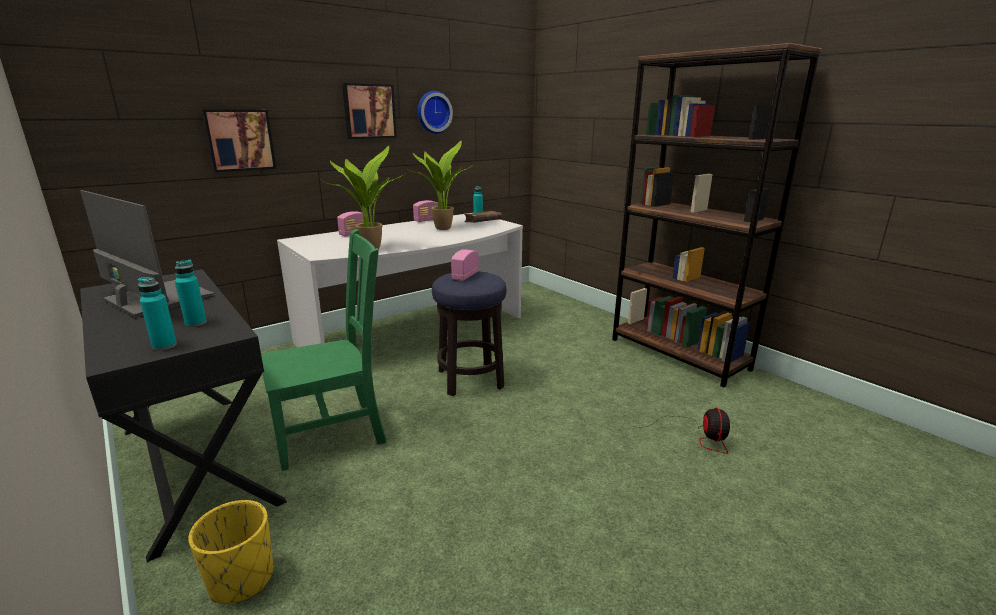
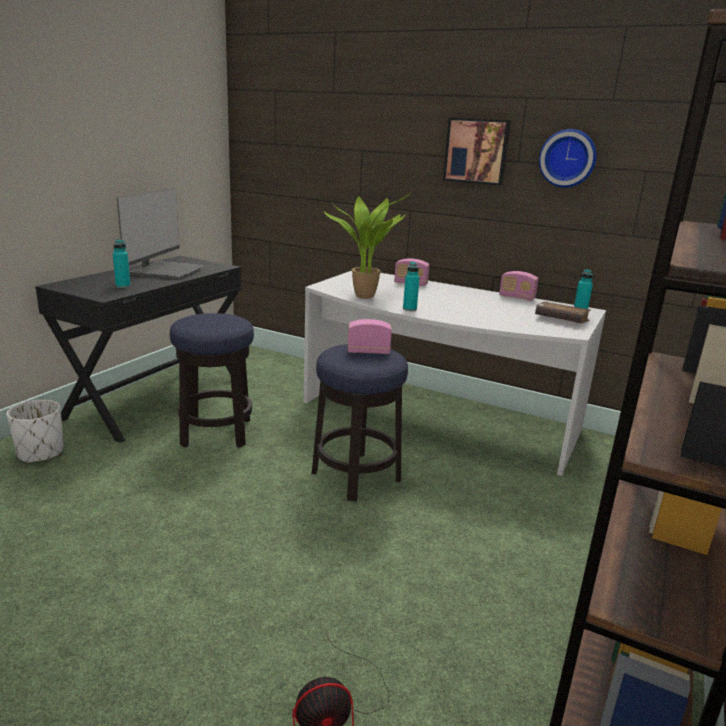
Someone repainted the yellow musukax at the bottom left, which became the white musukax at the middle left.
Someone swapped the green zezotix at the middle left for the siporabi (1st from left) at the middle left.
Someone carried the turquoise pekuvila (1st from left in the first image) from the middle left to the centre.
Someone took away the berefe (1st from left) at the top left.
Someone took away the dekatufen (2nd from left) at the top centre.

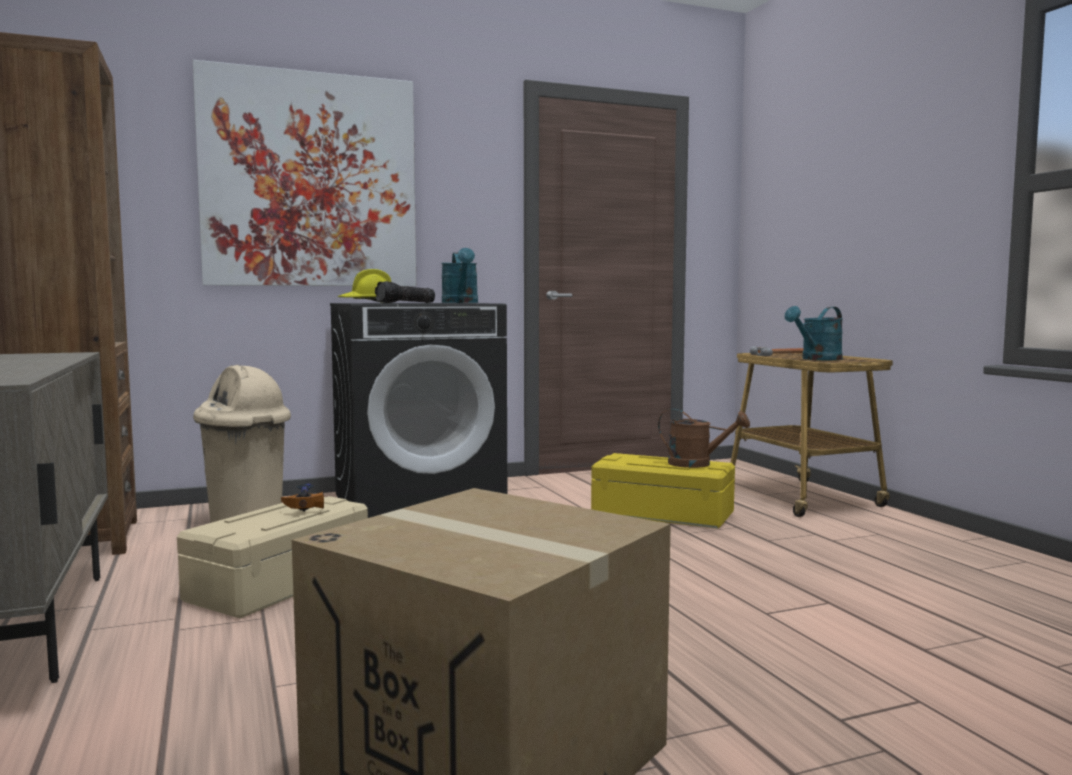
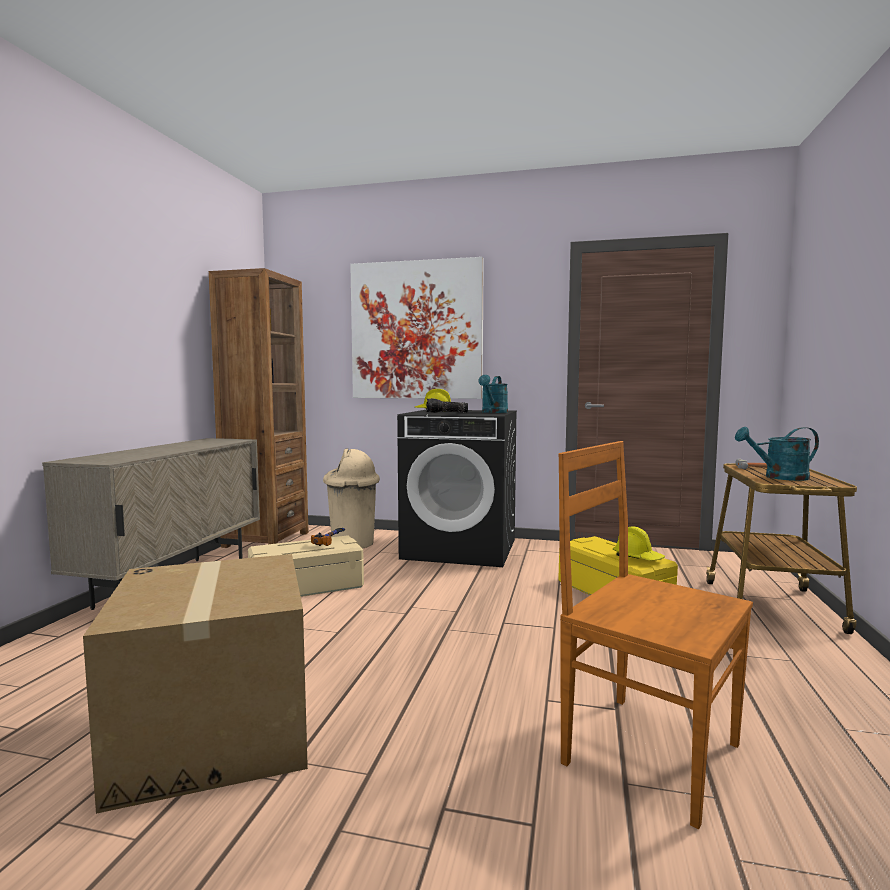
Someone put down the brown zezotix at the bottom right.
Someone swapped the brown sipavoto at the centre for the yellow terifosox (2nd from left) at the middle right.

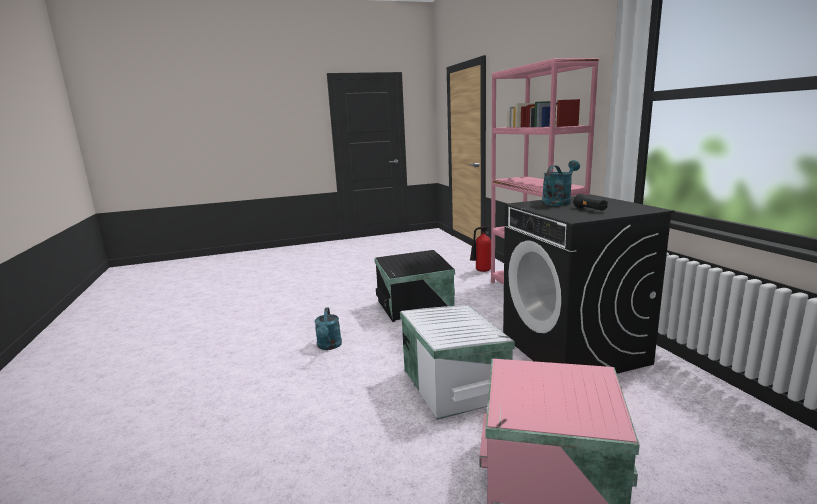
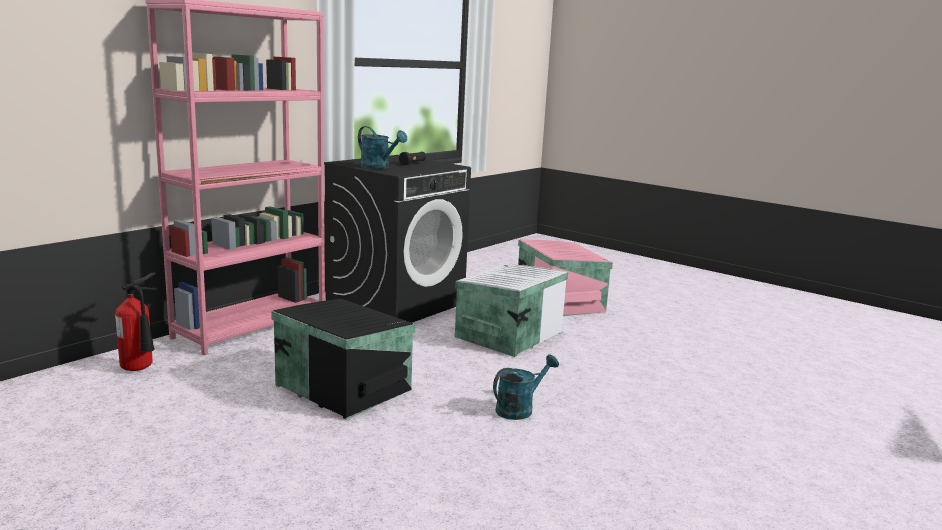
Someone rotated the turquoise sipavoto (2nd from left in the first image) at the middle right by 150 degrees counterclockwise.

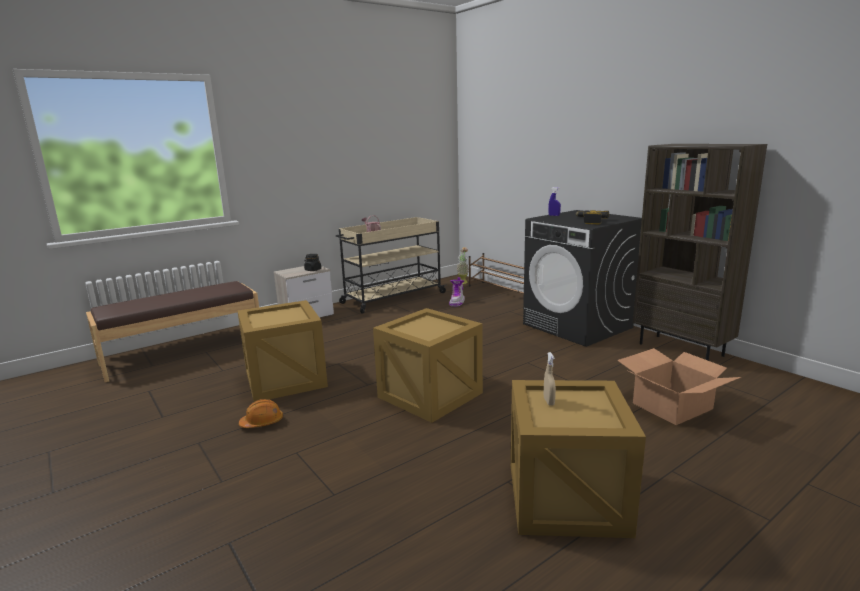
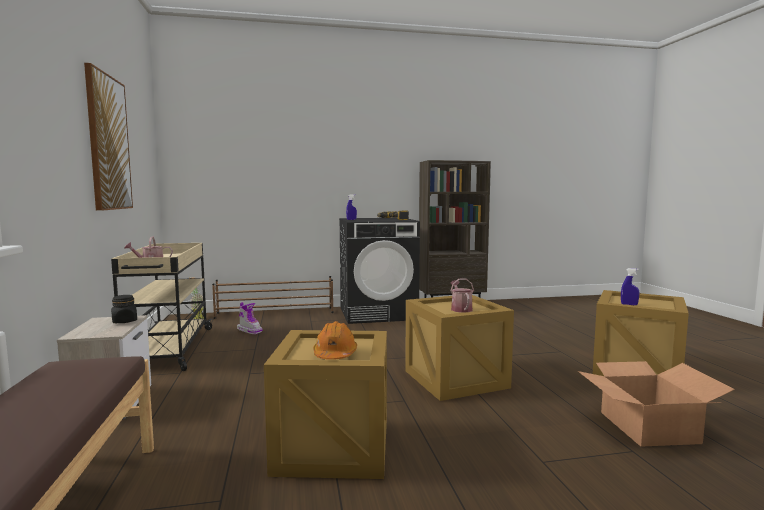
Someone put up the berefe at the top left.
Someone carried the orange terifosox from the bottom left to the bottom centre.
Someone put down the sipavoto (2nd from left) at the centre.
Someone carried the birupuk from the middle right to the bottom right.
Someone repainted the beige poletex at the centre, which became the blue poletex (2nd from left) at the middle right.

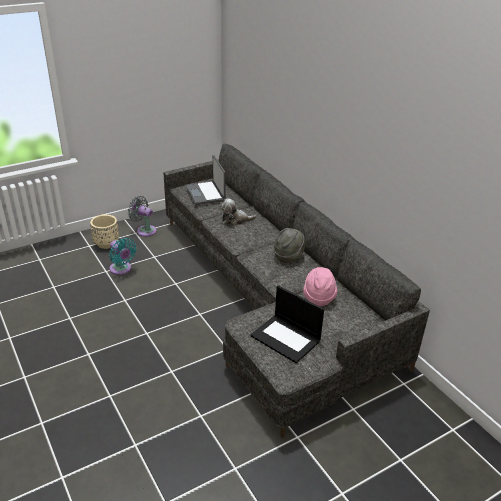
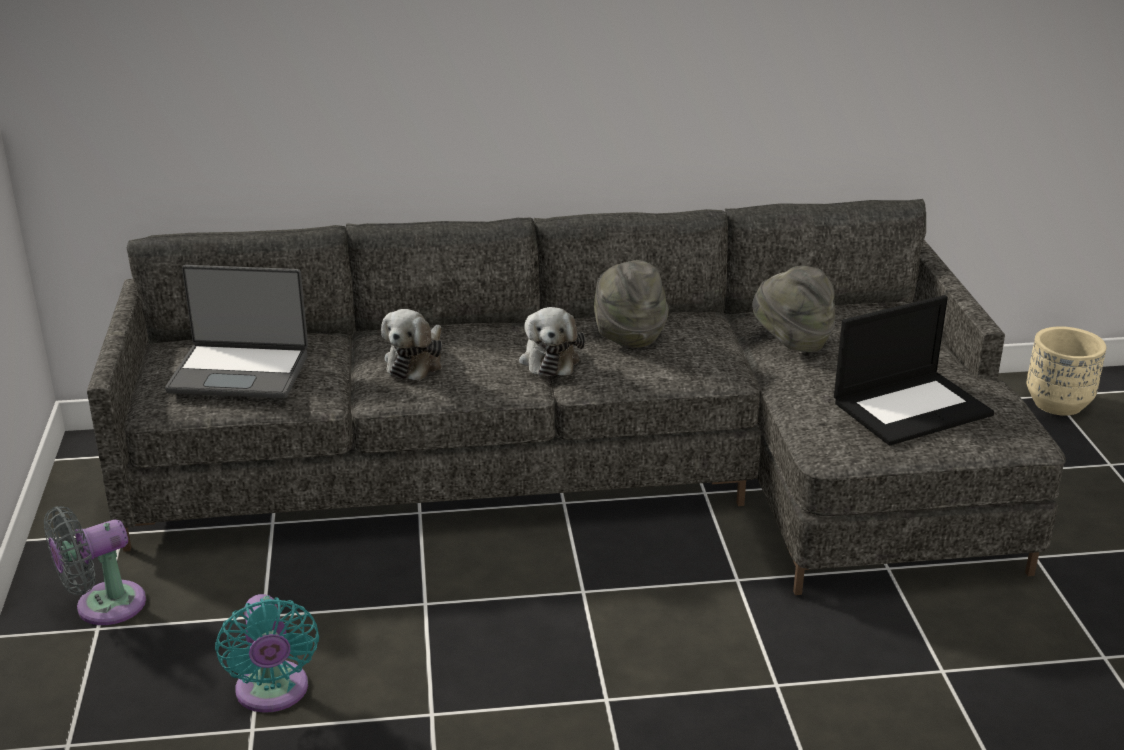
Someone rotated the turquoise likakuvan at the middle left by 90 degrees clockwise.
Someone put down the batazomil (2nd from left) at the centre.
Someone repainted the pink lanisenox at the centre, which became the grey lanisenox (2nd from left) at the middle right.
Someone carried the beige musukax from the middle left to the middle right.

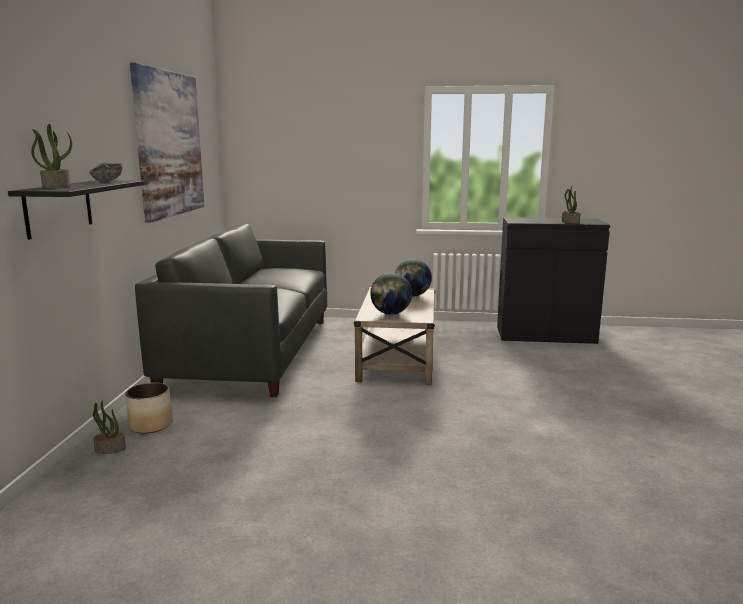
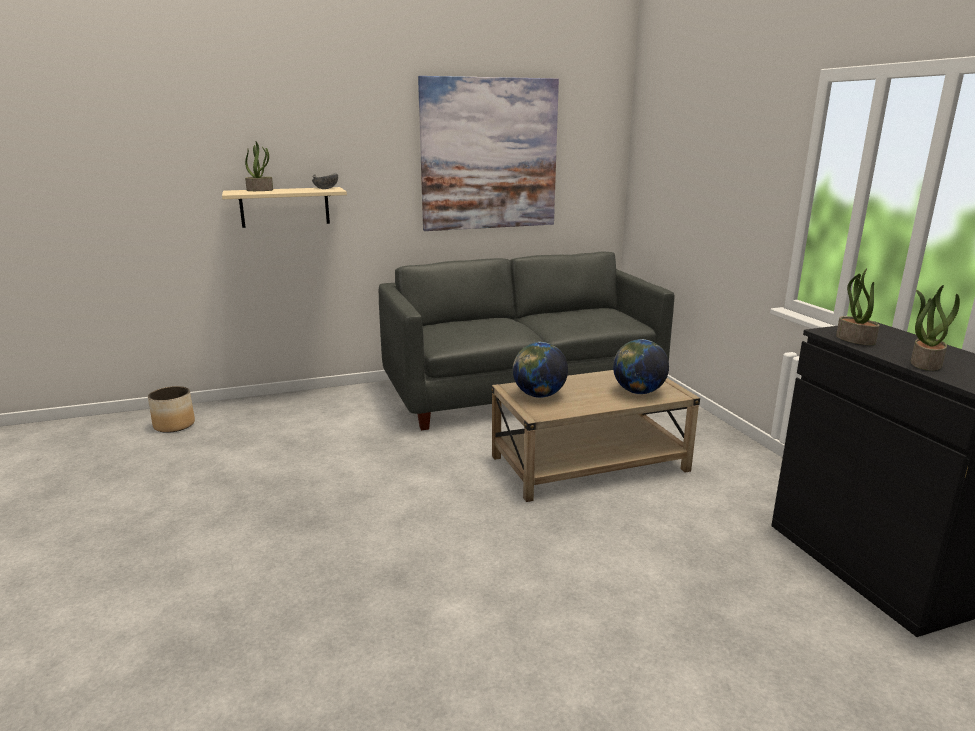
Someone carried the musukax from the bottom left to the middle left.
Someone repainted the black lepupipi at the middle left, which became the beige lepupipi at the top left.
Someone carried the dekatufen (2nd from left) from the bottom left to the middle right.

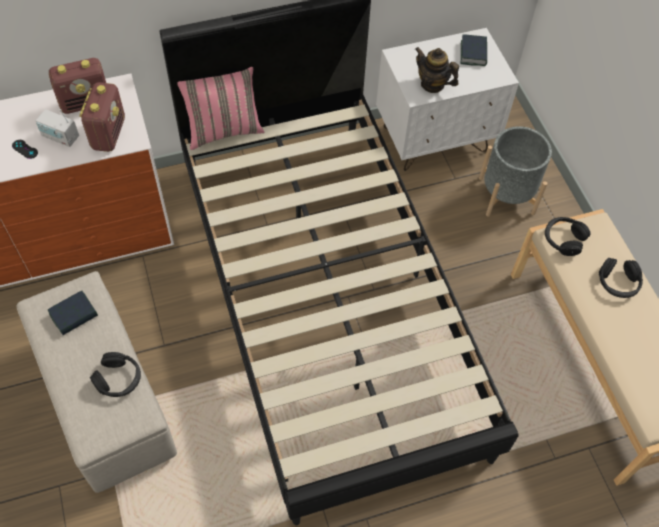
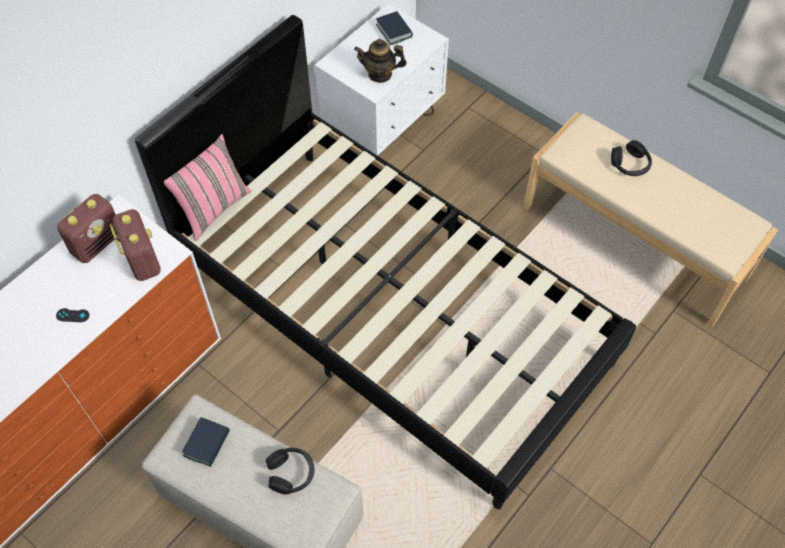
Someone took away the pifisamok (1st from left) at the top left.
Someone took away the grey musukax at the top right.
Someone took away the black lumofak (2nd from left) at the middle right.

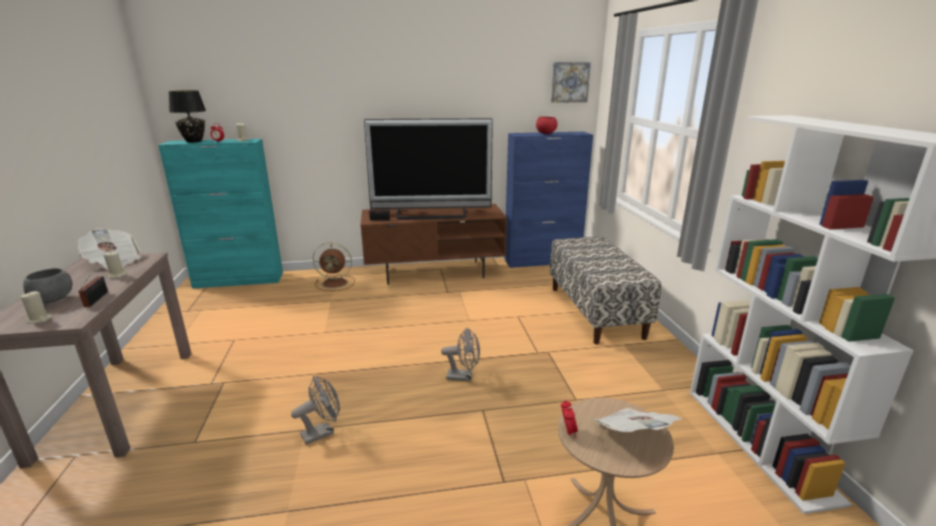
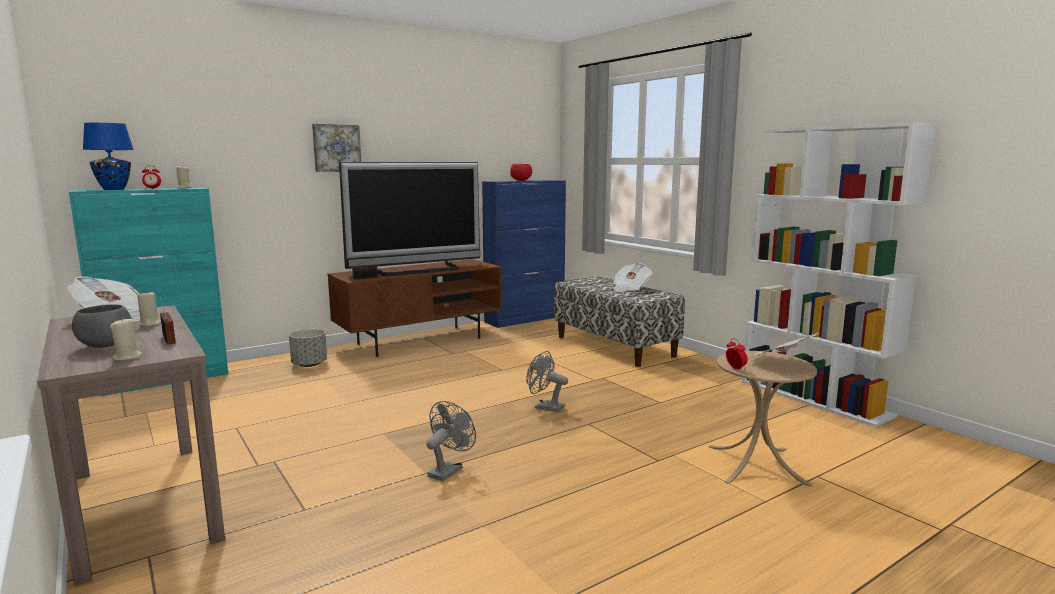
Someone repainted the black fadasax at the top left, which became the blue fadasax at the top left.
Someone swapped the brown likakuvan at the centre for the grey musukax at the middle left.
Someone carried the berefe from the top centre to the top left.
Someone rotated the grey likakuvan (2nd from left) at the bottom centre by 135 degrees counterclockwise.
Someone put down the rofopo (2nd from left) at the centre.

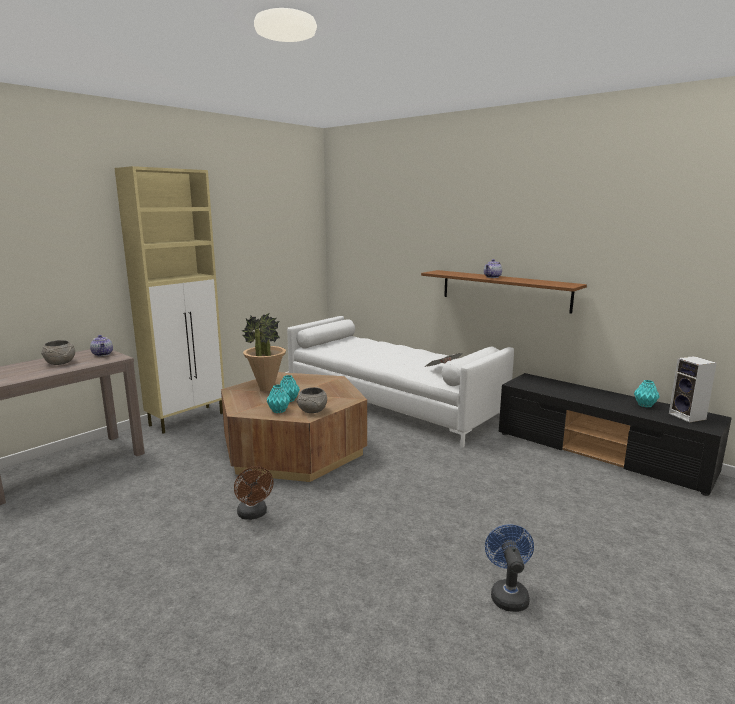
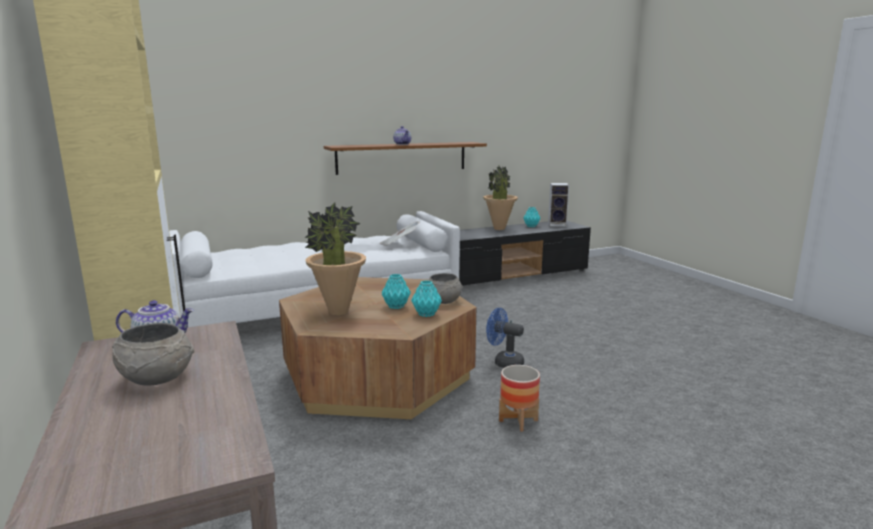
Someone put down the dekatufen (2nd from left) at the centre.
Someone carried the blue likakuvan from the bottom right to the centre.
Someone swapped the brown likakuvan at the bottom centre for the musukax at the bottom centre.

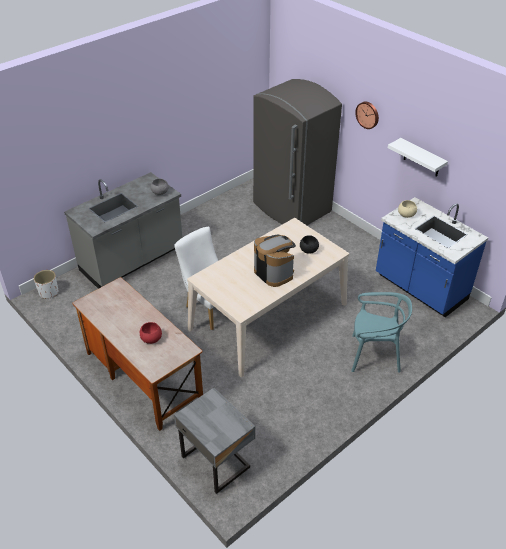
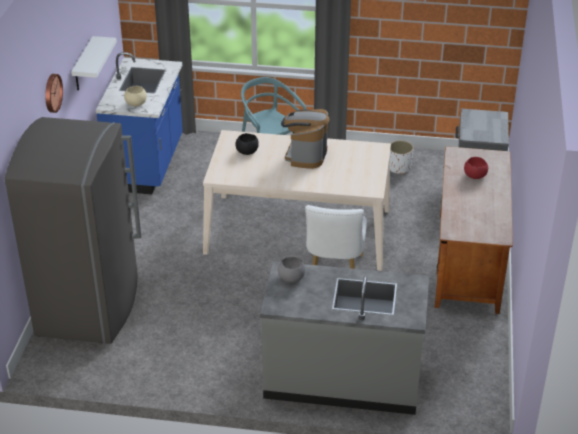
Someone carried the white musukax from the middle left to the middle right.

